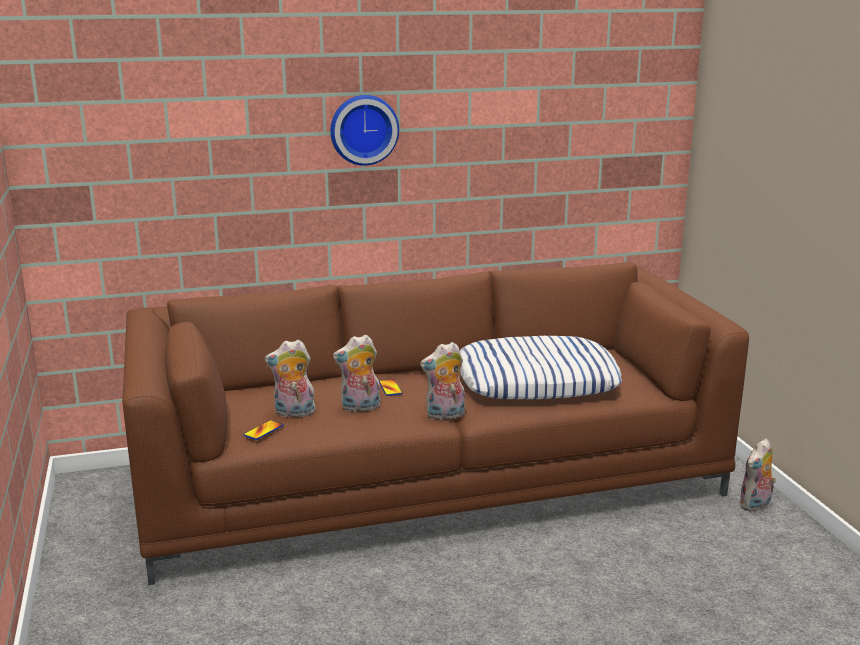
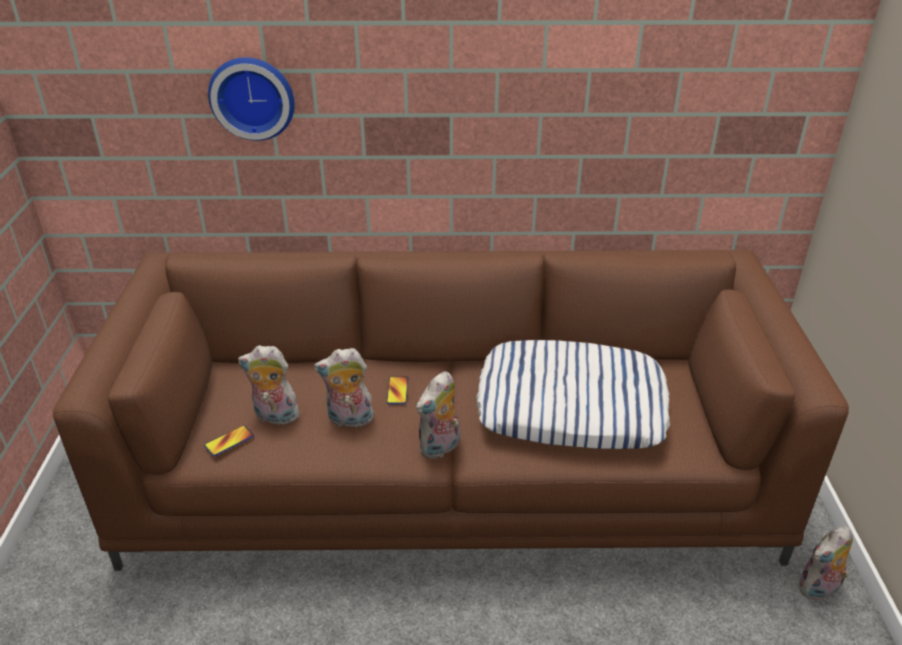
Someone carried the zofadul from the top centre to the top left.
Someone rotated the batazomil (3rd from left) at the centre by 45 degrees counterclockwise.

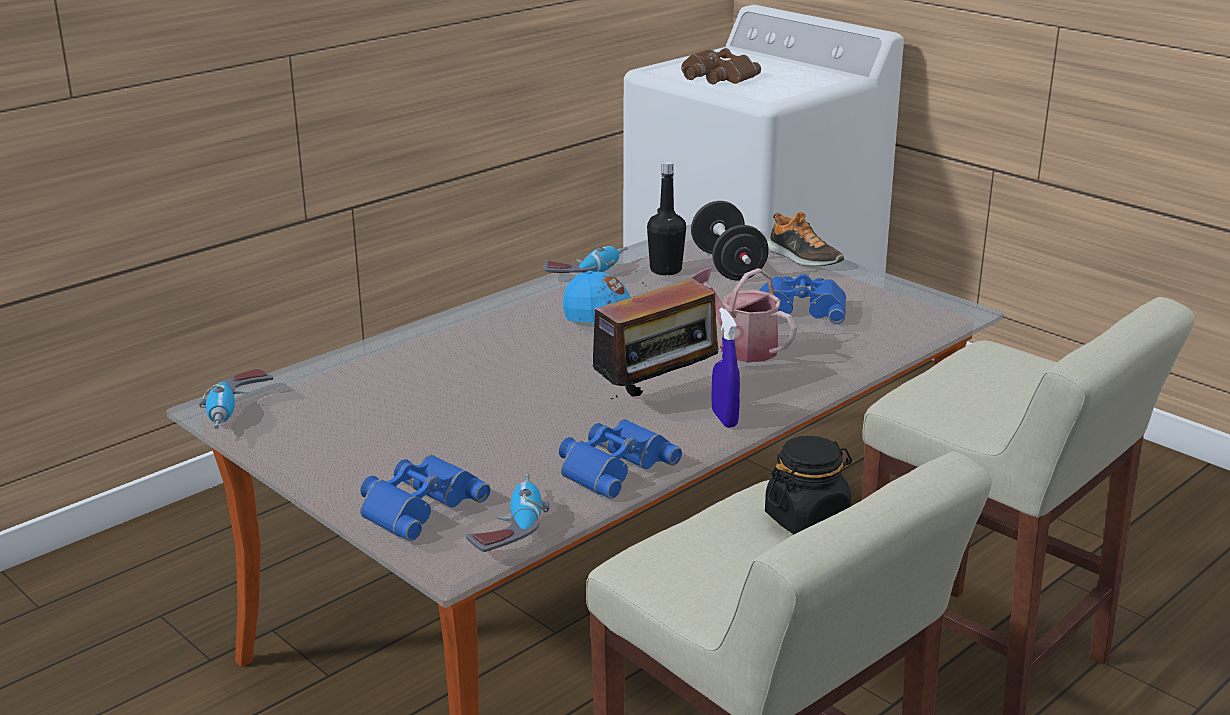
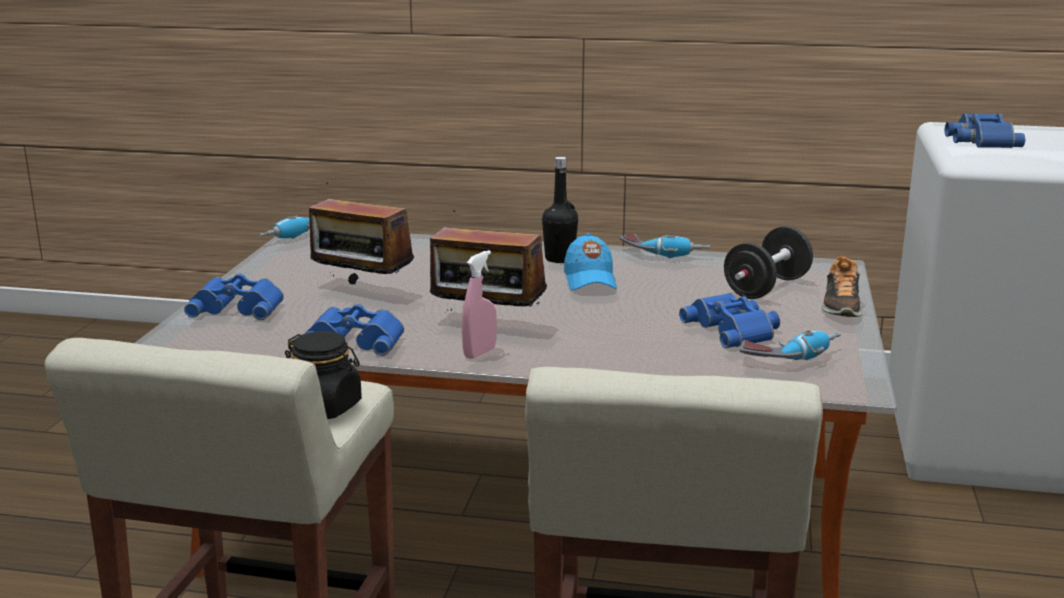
Someone put down the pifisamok (1st from left) at the centre.
Someone repainted the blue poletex at the centre, which became the pink poletex at the centre.
Someone carried the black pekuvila from the top centre to the centre.
Someone carried the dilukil (2nd from left in the first image) from the bottom centre to the middle right.
Someone repainted the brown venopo at the top centre, which became the blue venopo (4th from left) at the top right.
Someone took away the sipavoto at the centre.

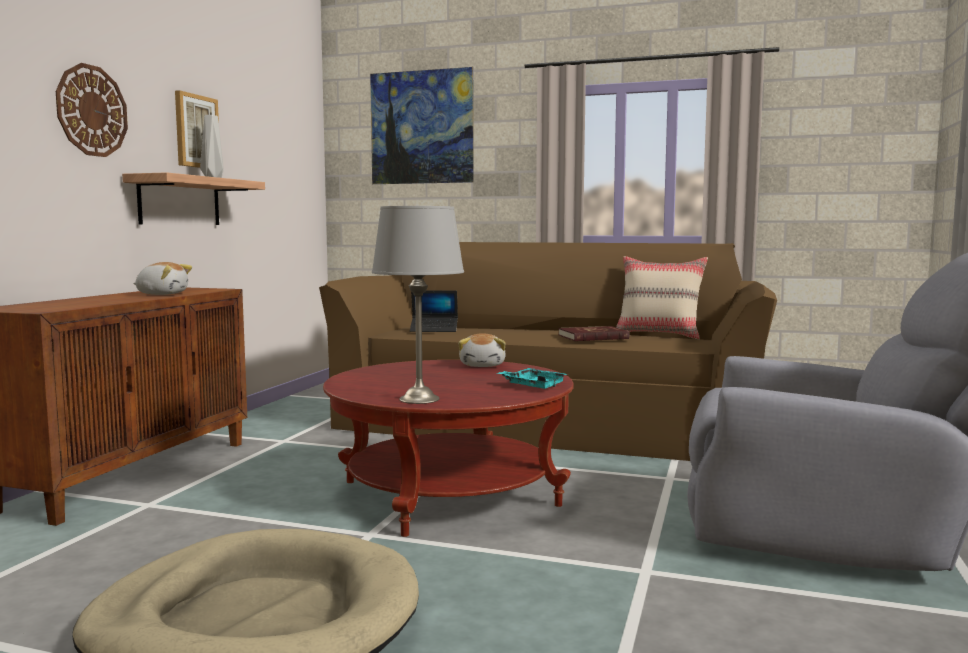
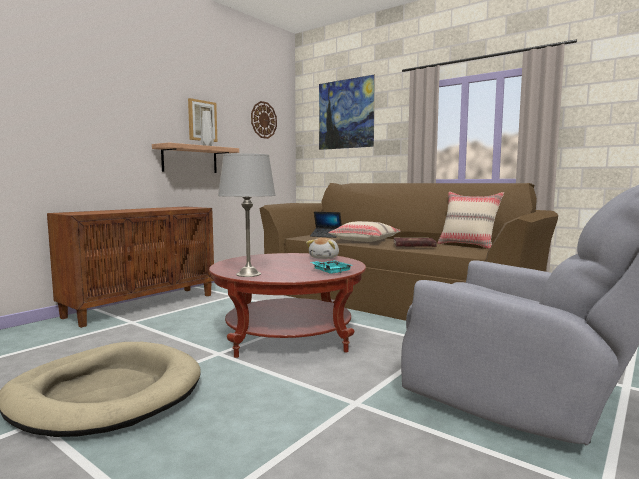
Someone carried the zofadul from the top left to the top centre.
Someone put down the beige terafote (1st from left) at the centre.
Someone took away the batazomil (1st from left) at the middle left.

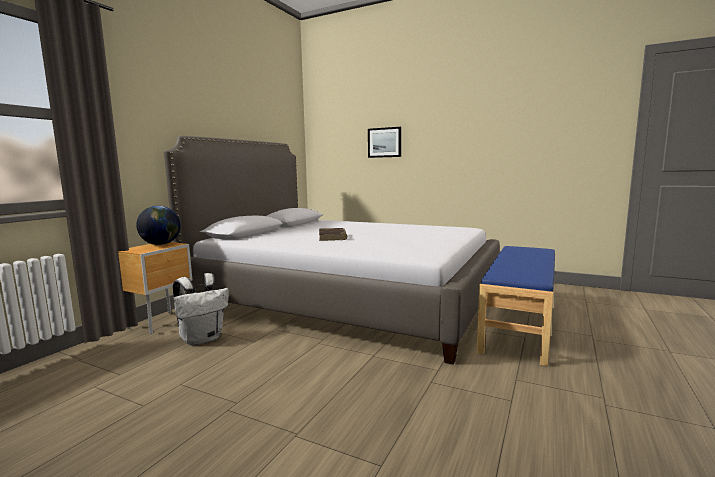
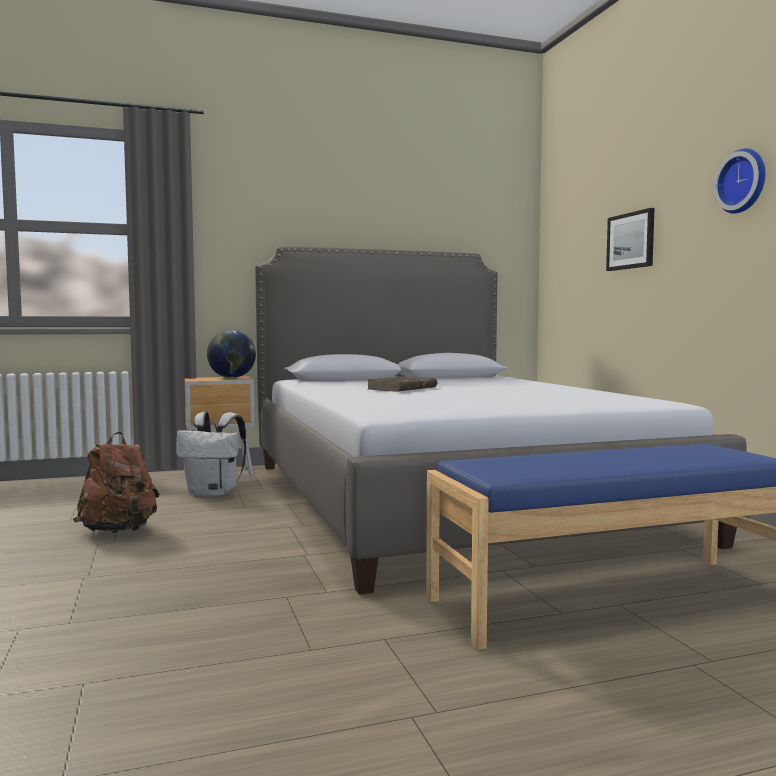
Someone put down the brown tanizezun at the middle left.
Someone put up the zofadul at the top right.

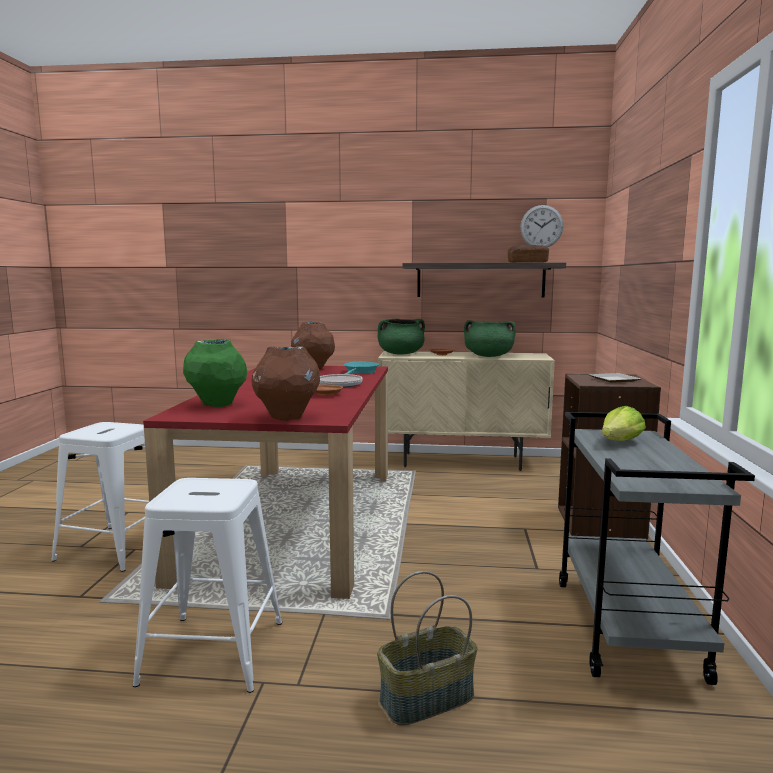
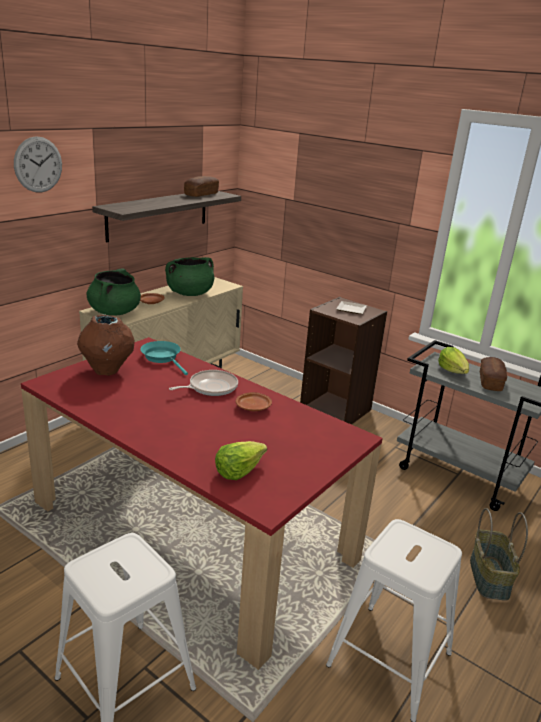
Someone carried the zofadul from the top right to the top left.
Someone swapped the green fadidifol at the middle left for the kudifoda (1st from left) at the centre.
Someone put down the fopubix (2nd from left) at the middle right.
Someone took away the brown fadidifol (1st from left) at the centre.

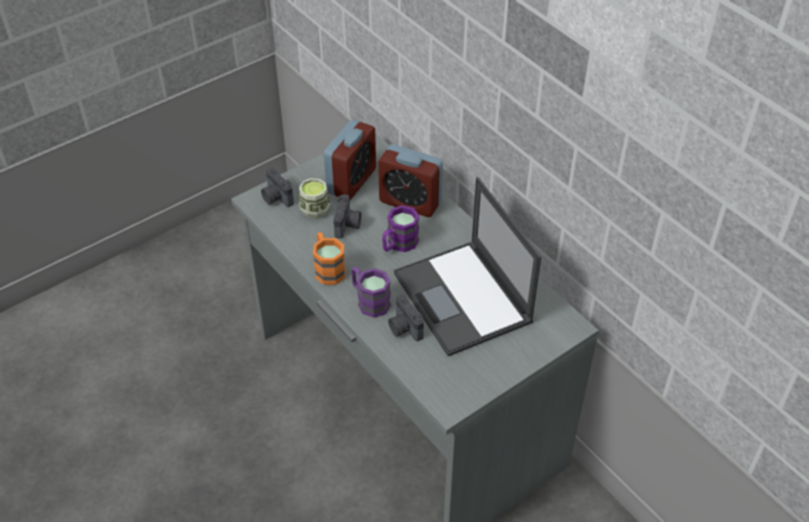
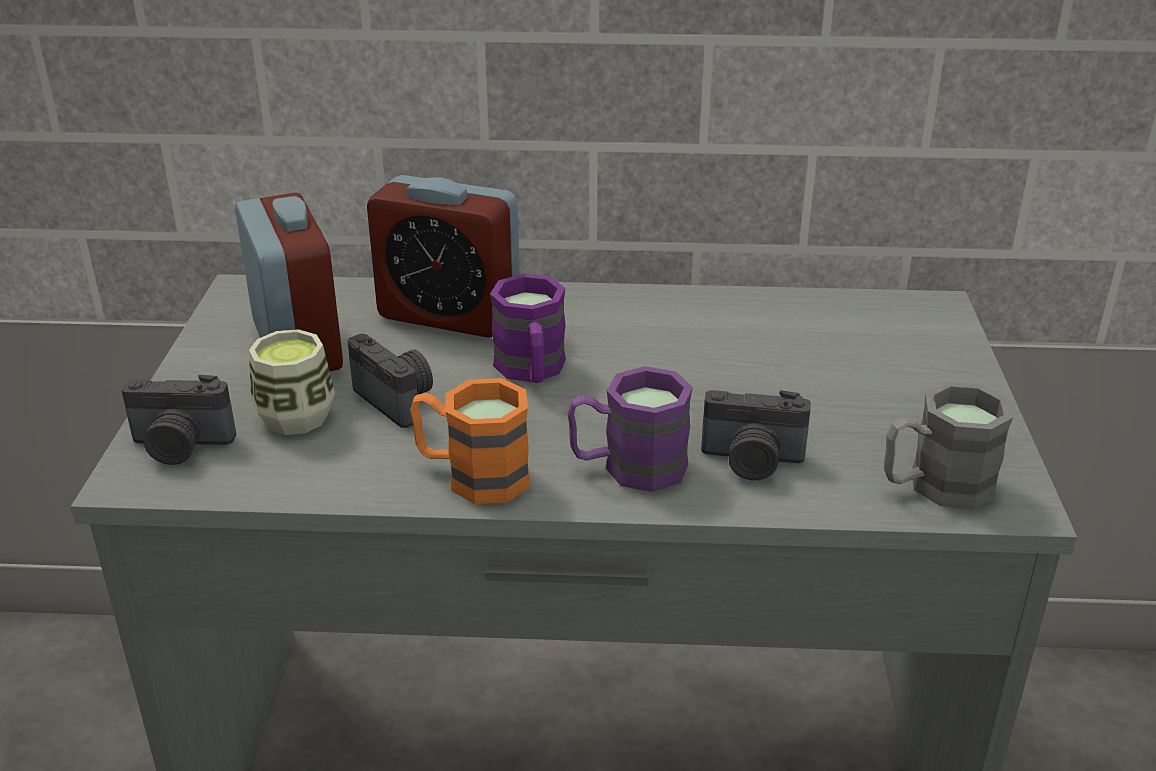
Someone rotated the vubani (2nd from left) at the centre by 45 degrees clockwise.
Someone put down the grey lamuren at the middle right.
Someone took away the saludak at the centre.

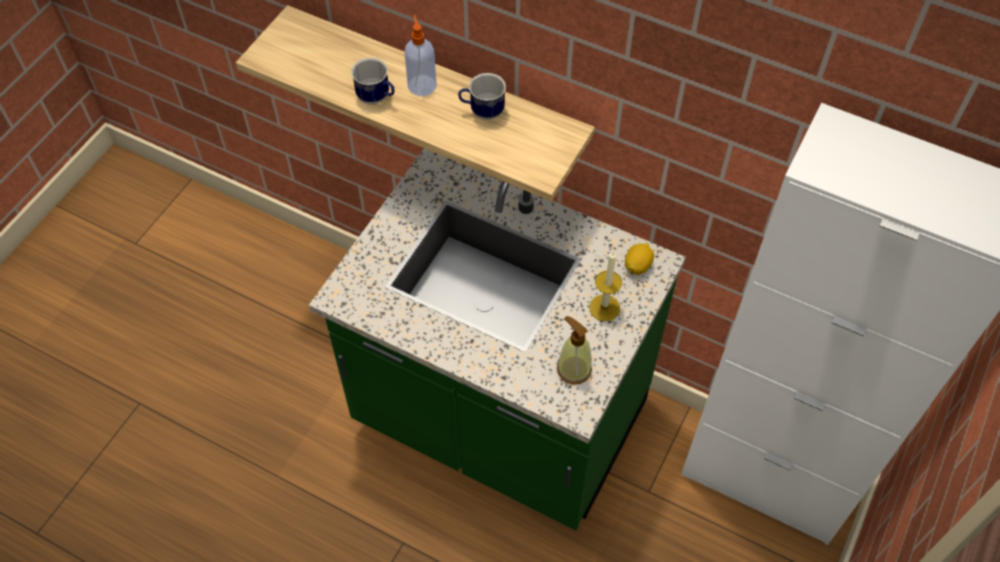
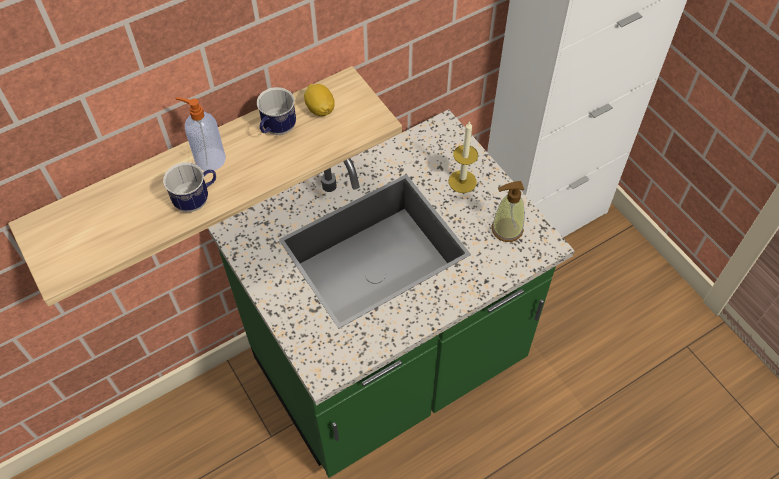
Someone carried the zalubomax from the centre to the top centre.

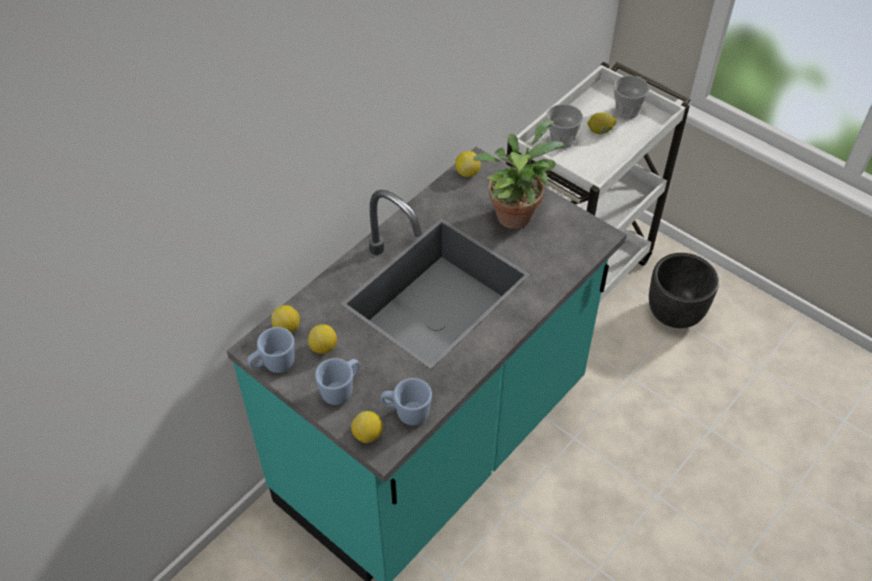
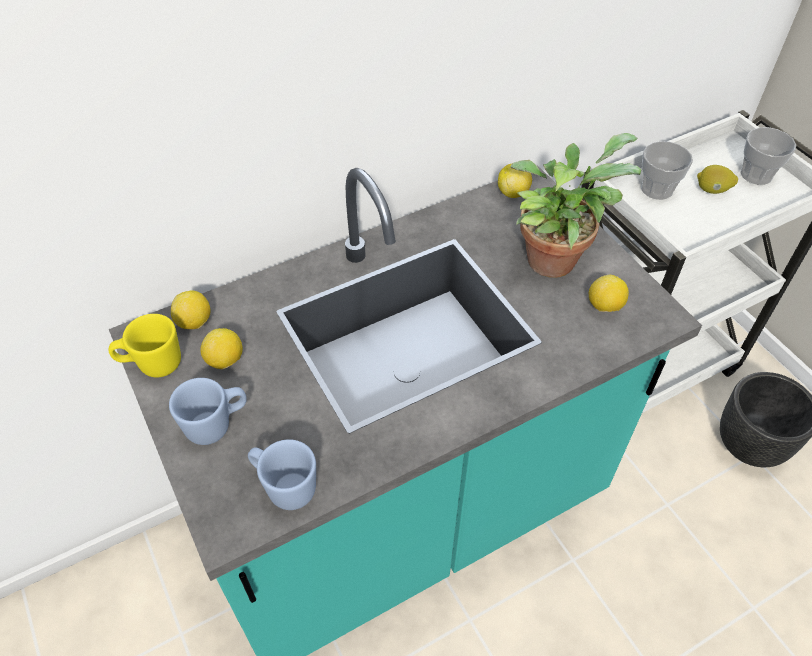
Someone repainted the blue lamuren (1st from left) at the middle left, which became the yellow lamuren at the middle left.
Someone carried the zalubomax (3rd from left in the first image) from the bottom centre to the middle right.

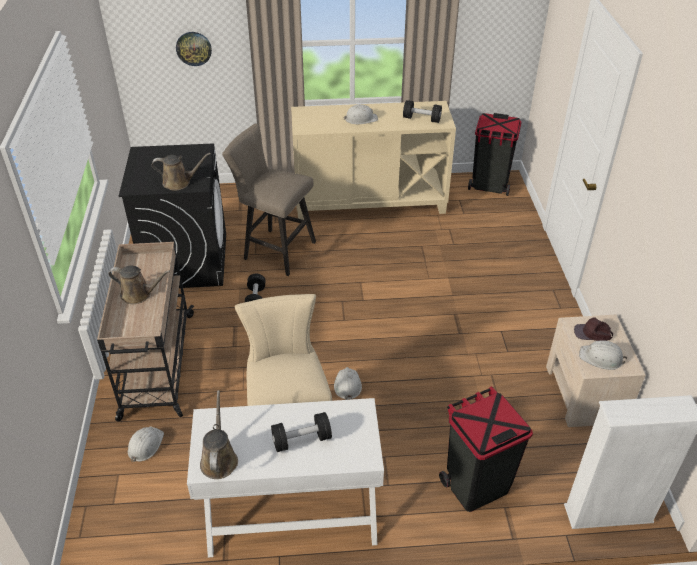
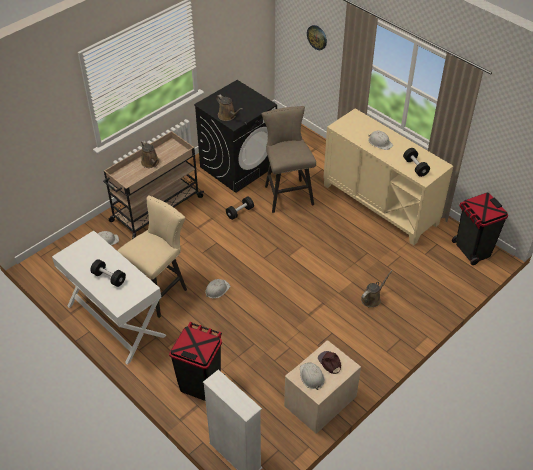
Someone carried the brown sipavoto (3rd from left) from the bottom left to the middle right.

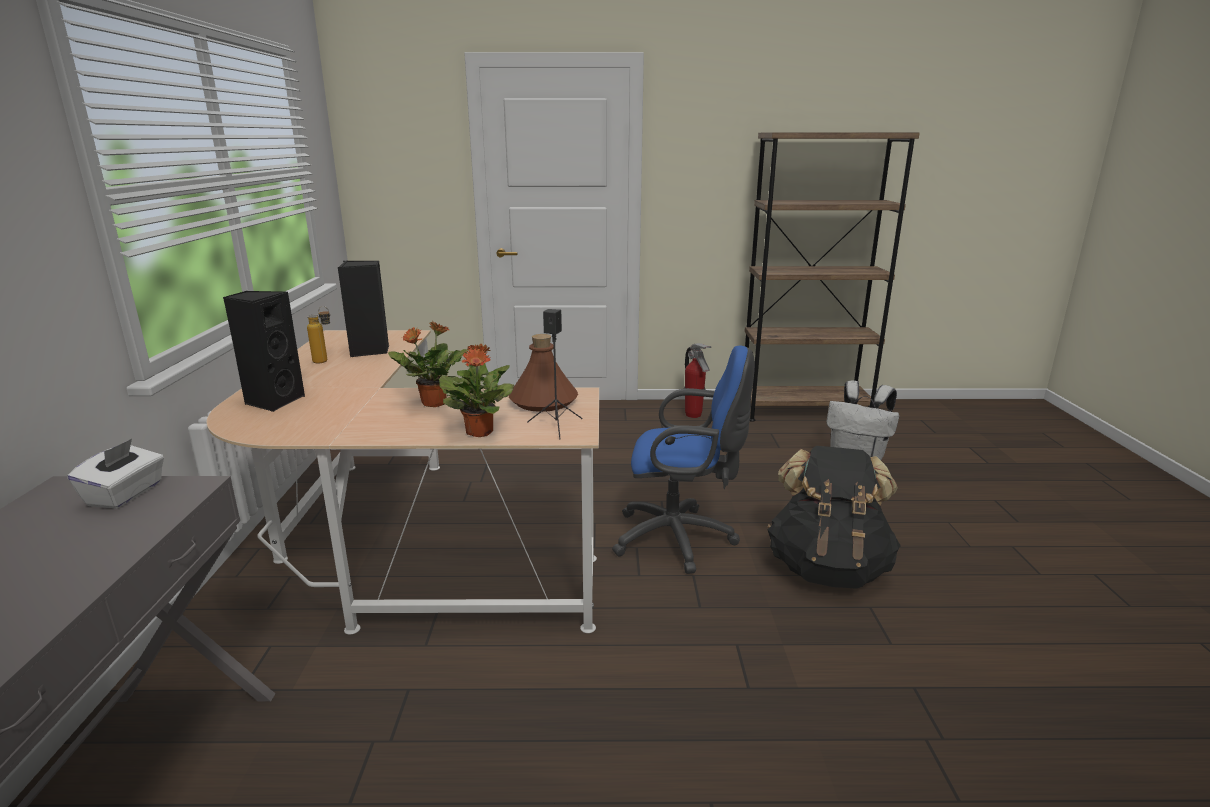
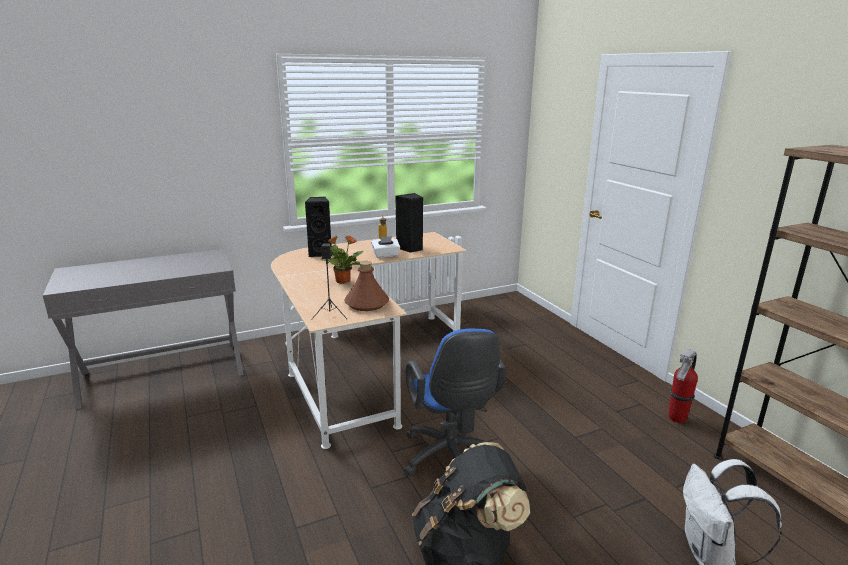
Someone carried the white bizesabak from the middle left to the centre.
Someone took away the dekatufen (2nd from left) at the centre.

